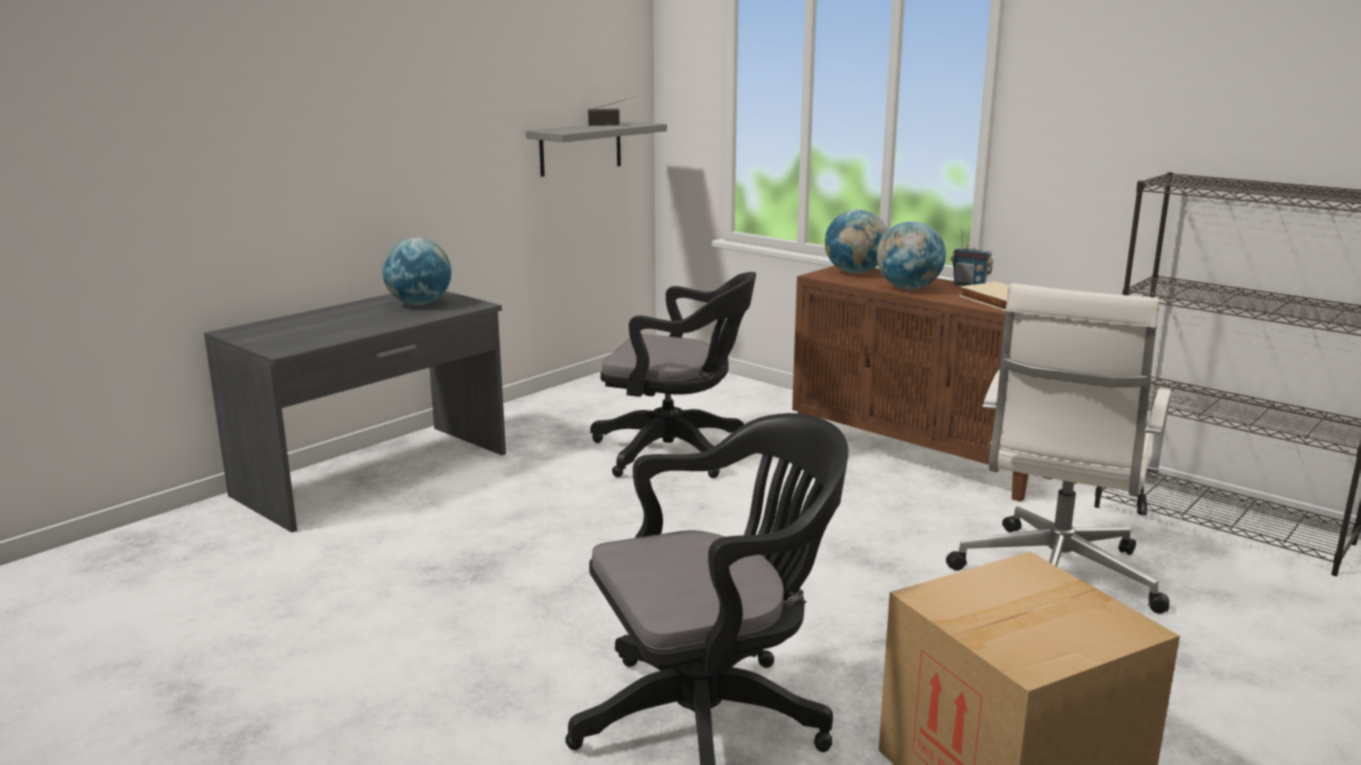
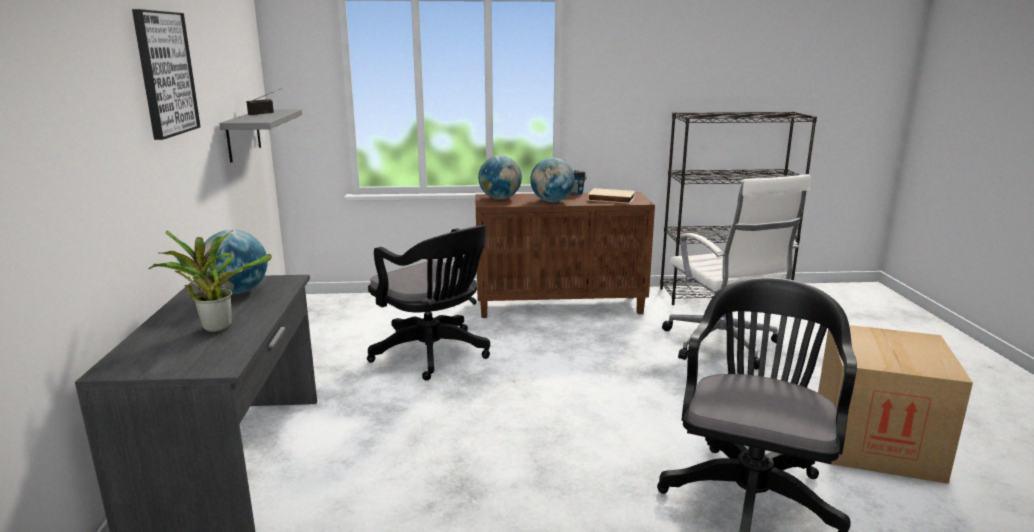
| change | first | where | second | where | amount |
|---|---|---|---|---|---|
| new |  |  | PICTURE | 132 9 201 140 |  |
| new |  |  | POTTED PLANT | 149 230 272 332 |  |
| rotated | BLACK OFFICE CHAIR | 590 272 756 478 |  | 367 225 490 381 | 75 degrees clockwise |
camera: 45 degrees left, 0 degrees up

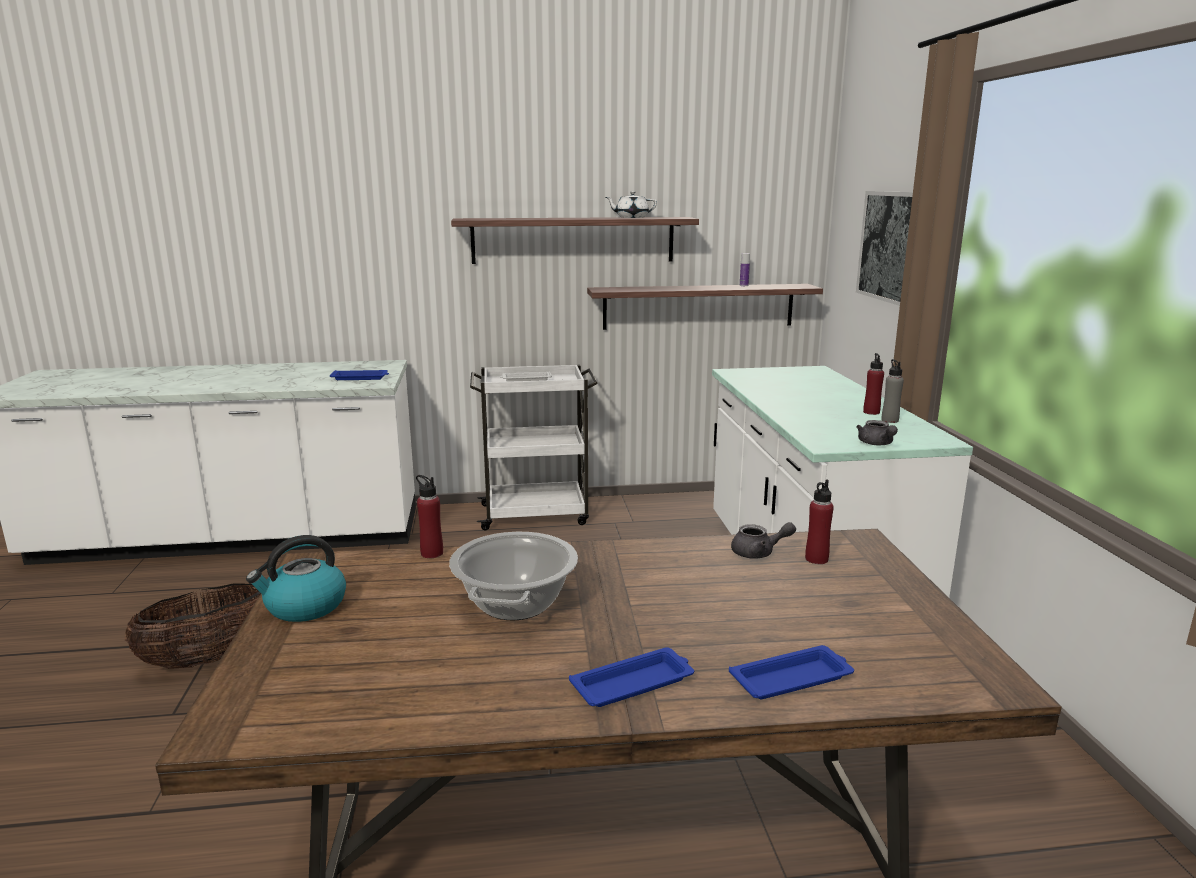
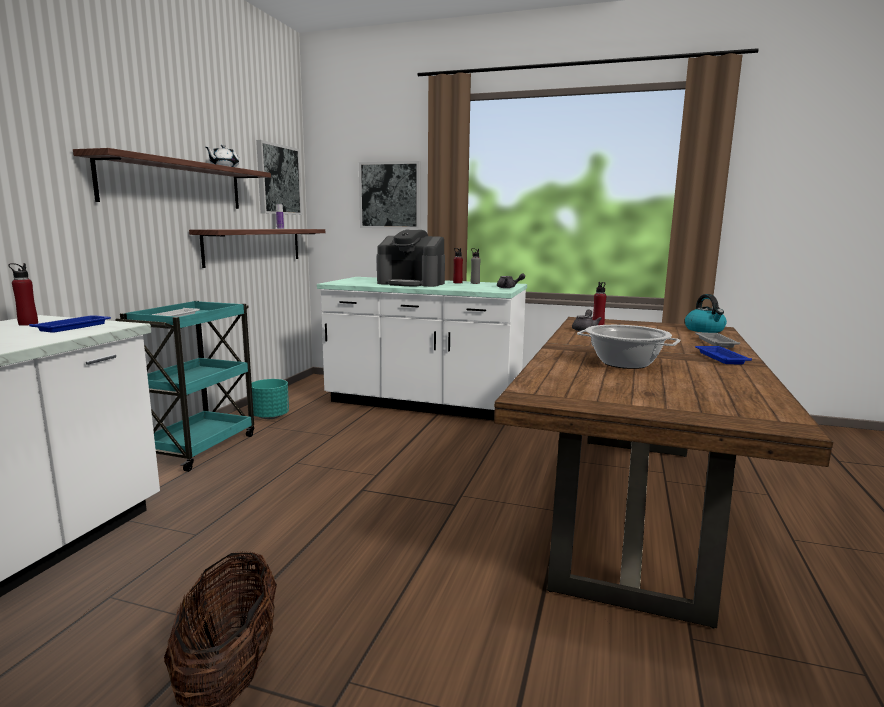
| change | first | where | second | where | amount |
|---|---|---|---|---|---|
| shifted | RED BOTTLE | 416 475 443 558 |  | 8 263 38 326 |  |
| repainted | WHITE CART | 470 365 598 530 | TURQUOISE CART | 115 301 254 472 |  |
| new |  |  | TURQUOISE PLANTER | 252 379 289 419 |  |
| new |  |  | PICTURE | 256 140 302 215 |  |
| new |  |  | COFFEE MACHINE | 377 230 445 287 |  |
| shifted | KETTLE | 246 535 346 622 |  | 685 294 727 333 |  |
| repainted | BLUE TRAY | 729 645 854 699 | GREY TRAY | 695 332 740 348 |  |
camera: 65 degrees left, 5 degrees down

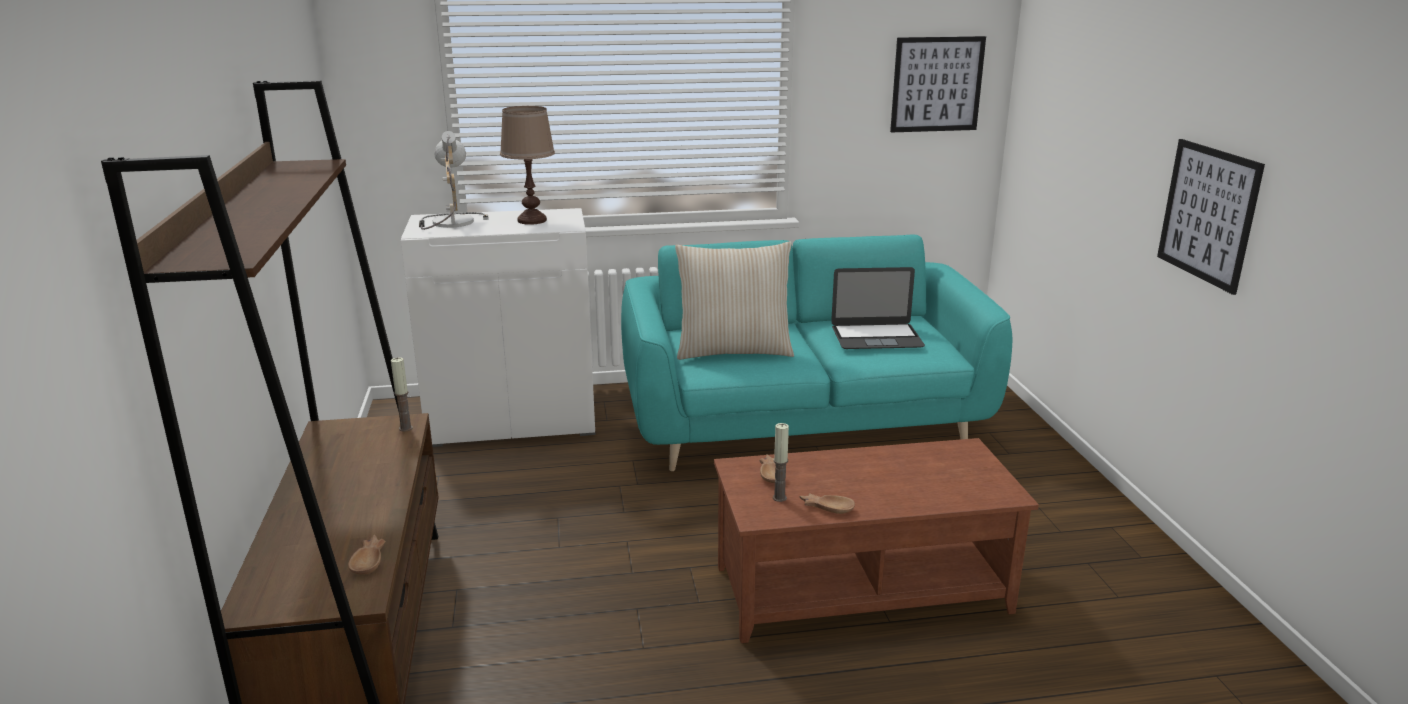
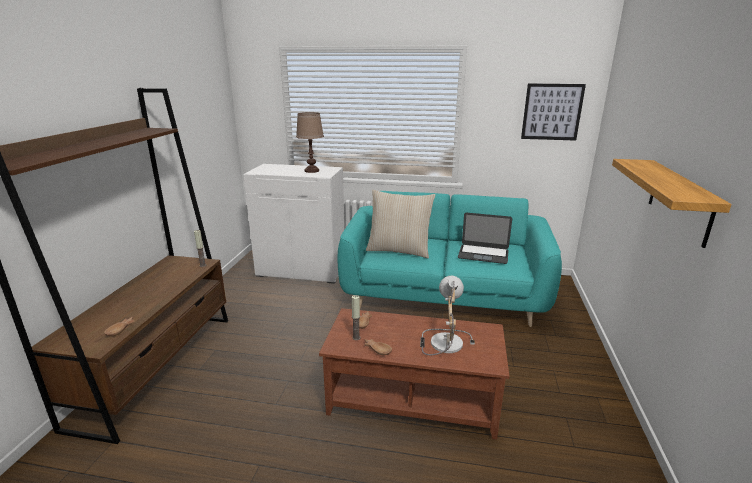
| change | first | where | second | where | amount |
|---|---|---|---|---|---|
| shifted | TABLE LAMP | 419 131 489 230 |  | 420 276 475 355 |  |
| swapped | PICTURE | 1157 139 1265 295 | SHELF | 612 159 732 248 |  |
camera: 20 degrees right, 0 degrees up

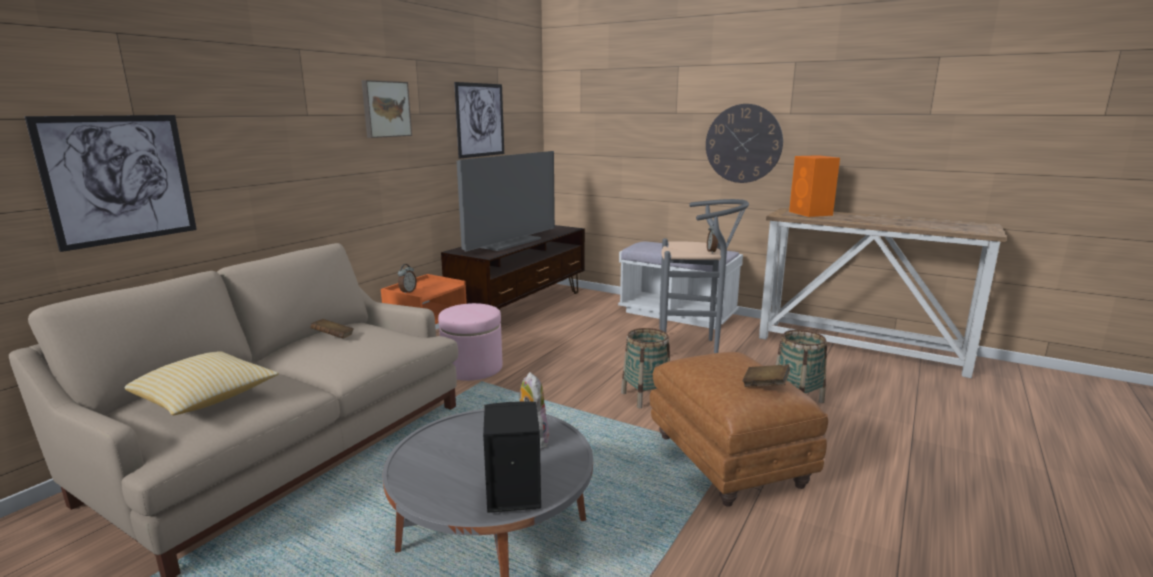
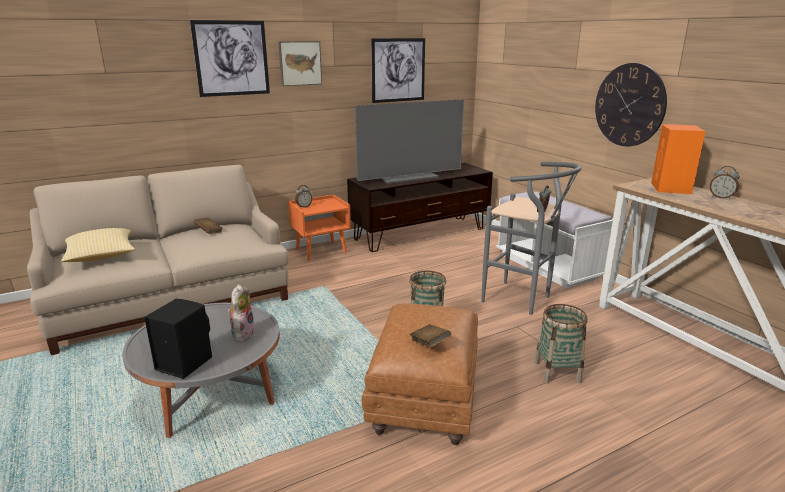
| change | first | where | second | where | amount |
|---|---|---|---|---|---|
| shifted | PICTURE | 25 115 197 252 |  | 190 20 270 97 |  |
| new |  |  | ALARM CLOCK | 710 166 740 200 |  |
| gone | PINK OTTOMAN | 438 303 503 381 |  |  |  |
camera: 30 degrees right, 5 degrees up

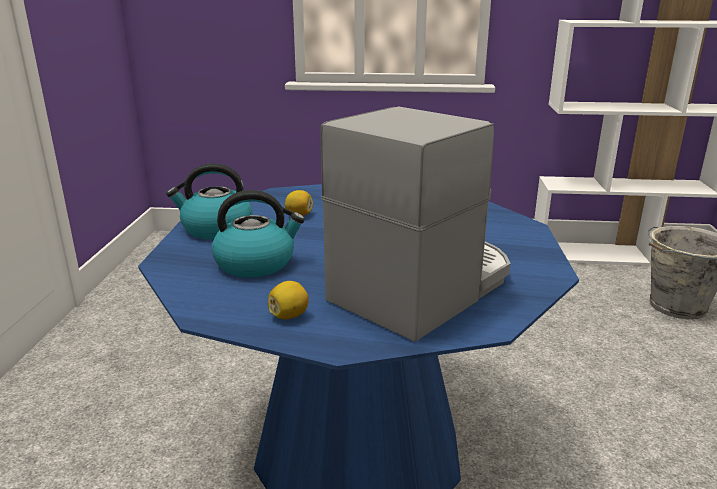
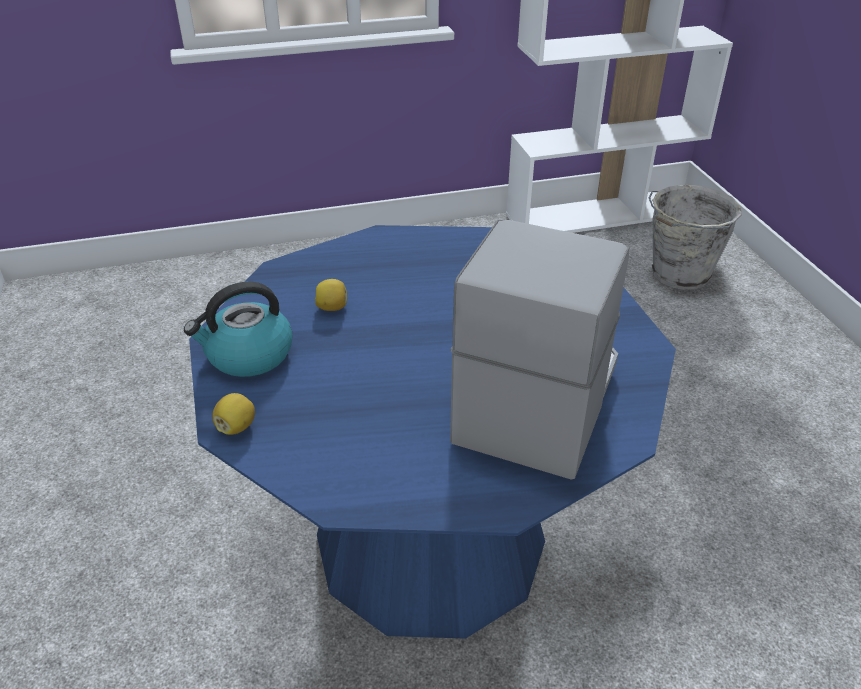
| change | first | where | second | where | amount |
|---|---|---|---|---|---|
| shifted | LEMON | 268 281 309 319 |  | 213 393 255 435 |  |
| gone | KETTLE | 212 190 305 277 |  |  |  |
camera: 20 degrees left, 15 degrees up

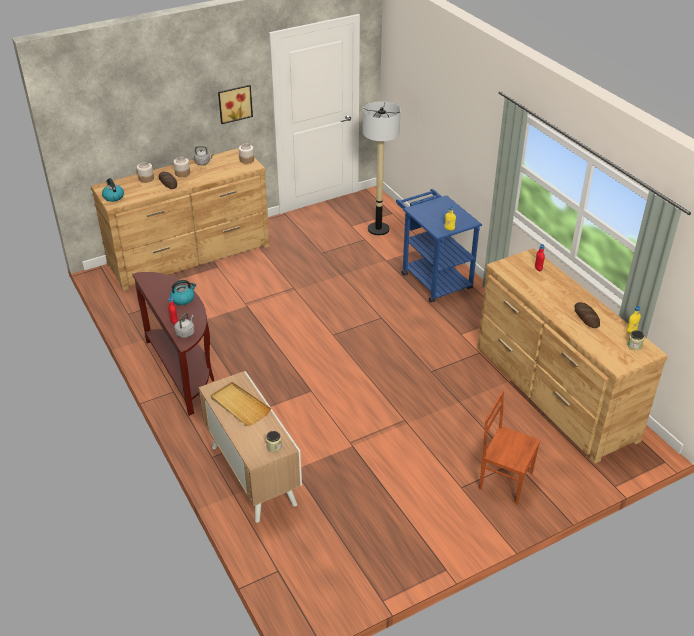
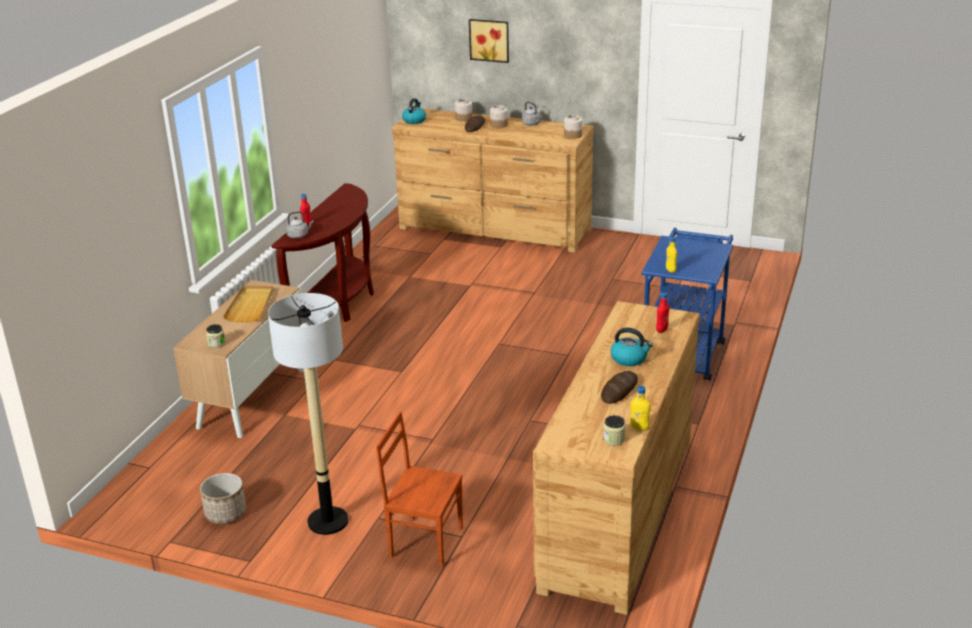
| change | first | where | second | where | amount |
|---|---|---|---|---|---|
| new |  |  | PLANTER | 200 473 246 524 |  |
| shifted | FLOOR LAMP | 363 101 401 235 |  | 268 293 348 535 |  |
| rotated | BROWN CHAIR | 479 391 540 504 |  | 376 411 463 567 | 60 degrees counterclockwise |
| shifted | PICTURE | 218 85 253 124 |  | 469 19 509 63 |  |
| shifted | KETTLE | 170 280 196 305 |  | 611 328 653 366 |  |
camera: 50 degrees right, 10 degrees down

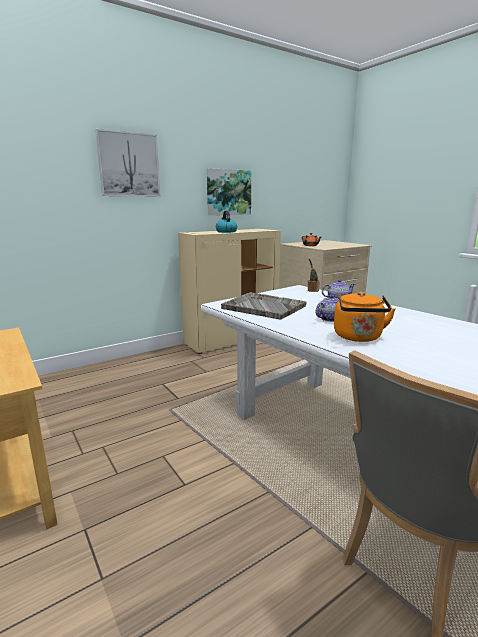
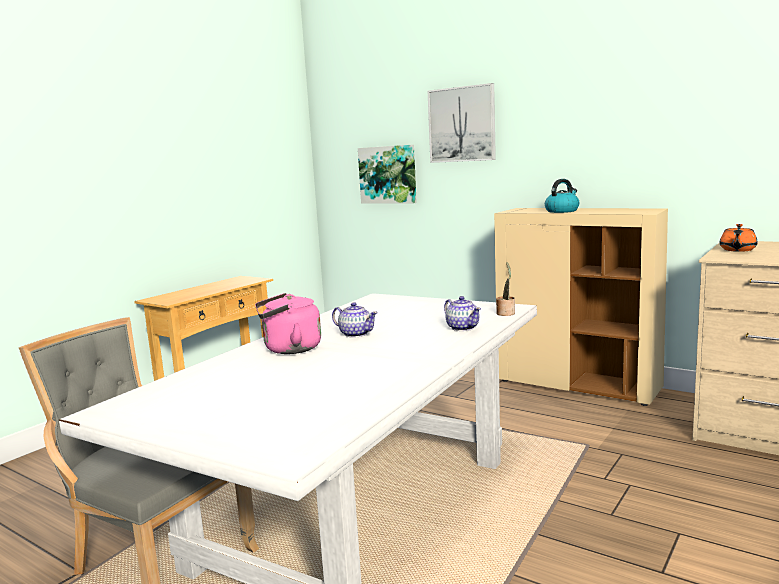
| change | first | where | second | where | amount |
|---|---|---|---|---|---|
| repainted | ORANGE KETTLE | 334 291 396 342 | PINK KETTLE | 255 293 321 354 |  |
| shifted | PICTURE | 207 168 251 215 |  | 358 145 417 203 |  |
| gone | GREY TRAY | 221 292 307 319 |  |  |  |
camera: 70 degrees right, 5 degrees down

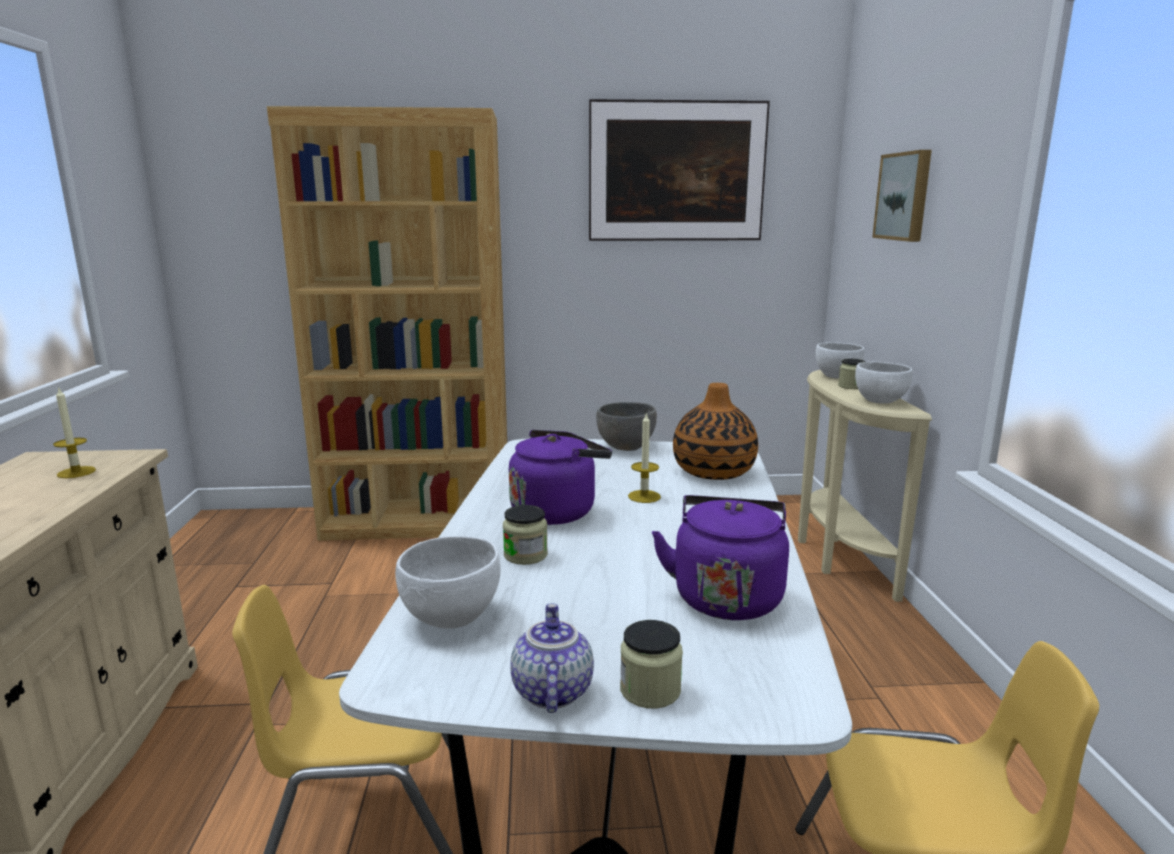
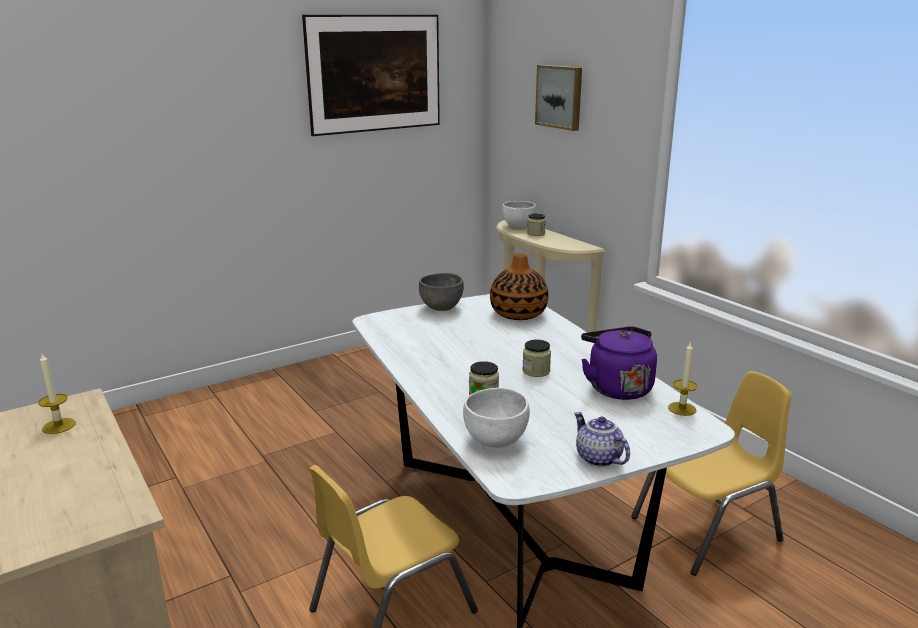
| change | first | where | second | where | amount |
|---|---|---|---|---|---|
| shifted | JAR | 620 620 683 709 |  | 522 339 551 377 |  |
| shifted | CANDLE | 628 412 661 503 |  | 668 341 697 416 |  |
| gone | BROWN BOOKCASE | 267 106 507 541 |  |  |  |
| gone | PURPLE KETTLE | 509 430 612 525 |  |  |  |
| gone | WHITE BOWL | 855 362 913 404 |  |  |  |
camera: 30 degrees left, 5 degrees up

